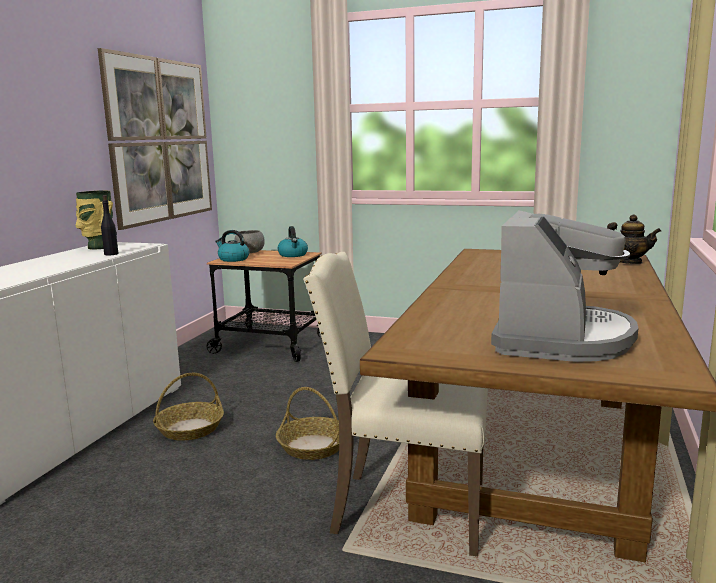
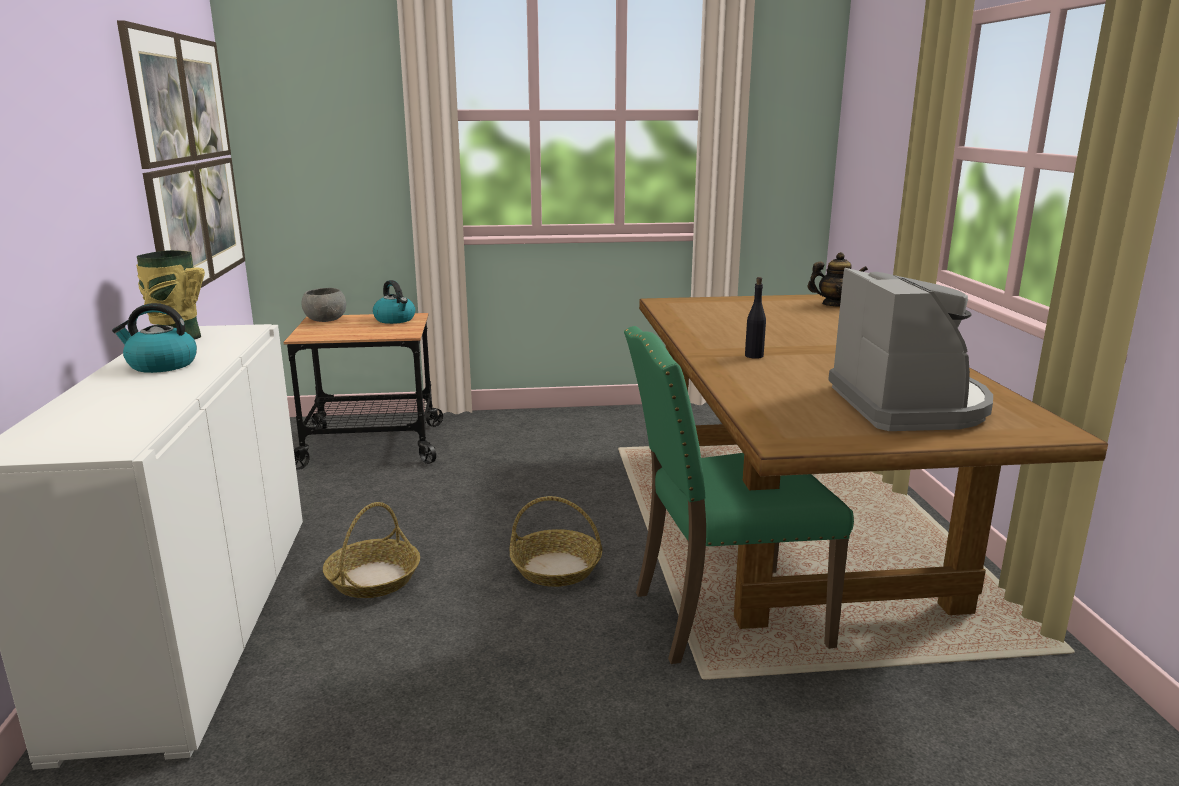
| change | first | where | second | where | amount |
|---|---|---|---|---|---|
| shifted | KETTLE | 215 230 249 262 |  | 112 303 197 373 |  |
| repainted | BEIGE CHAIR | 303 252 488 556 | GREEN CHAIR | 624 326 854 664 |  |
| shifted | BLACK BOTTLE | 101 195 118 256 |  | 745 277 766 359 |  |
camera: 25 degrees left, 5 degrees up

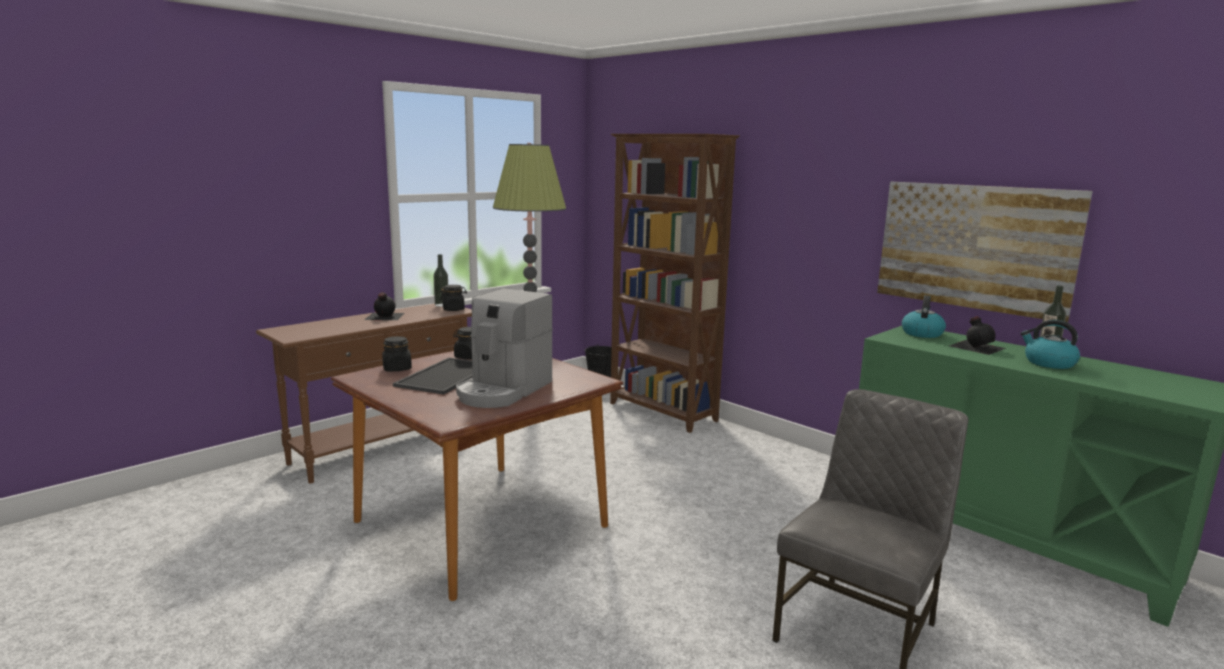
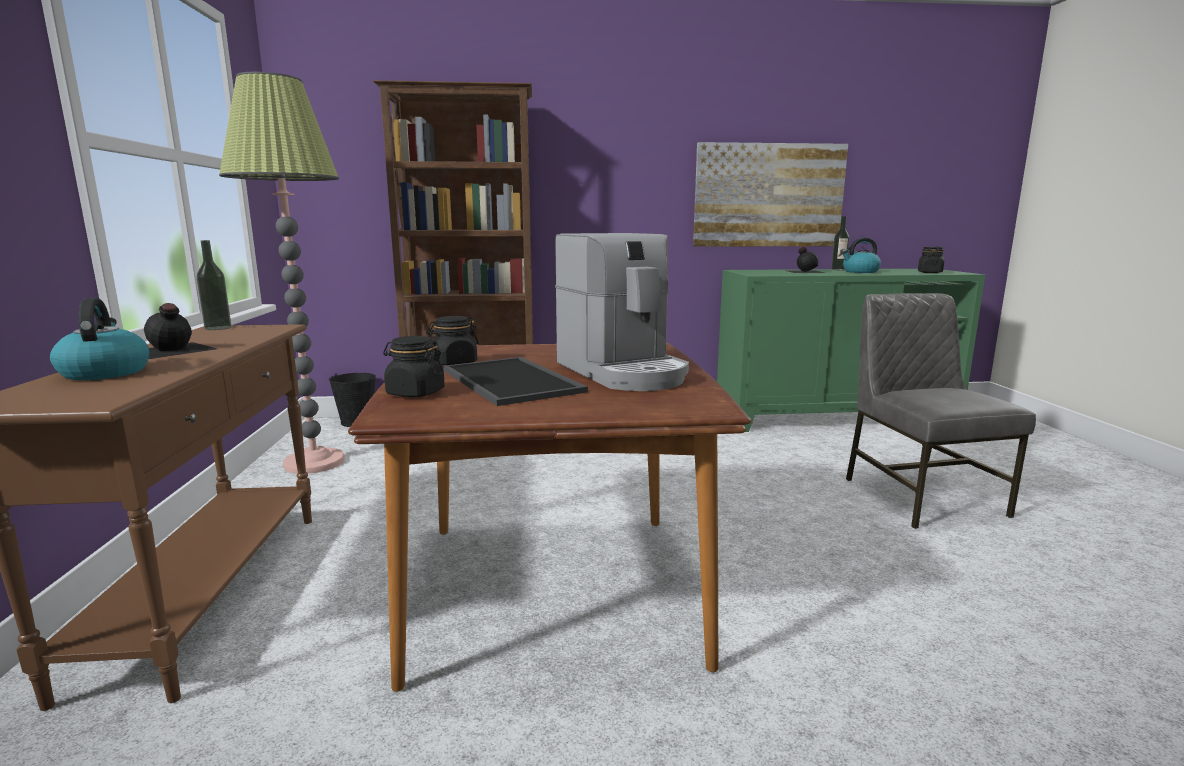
| change | first | where | second | where | amount |
|---|---|---|---|---|---|
| shifted | KETTLE | 902 295 946 338 |  | 50 298 149 380 |  |
| shifted | BLACK JAR | 440 285 467 311 |  | 918 246 944 273 |  |
camera: 50 degrees left, 0 degrees up

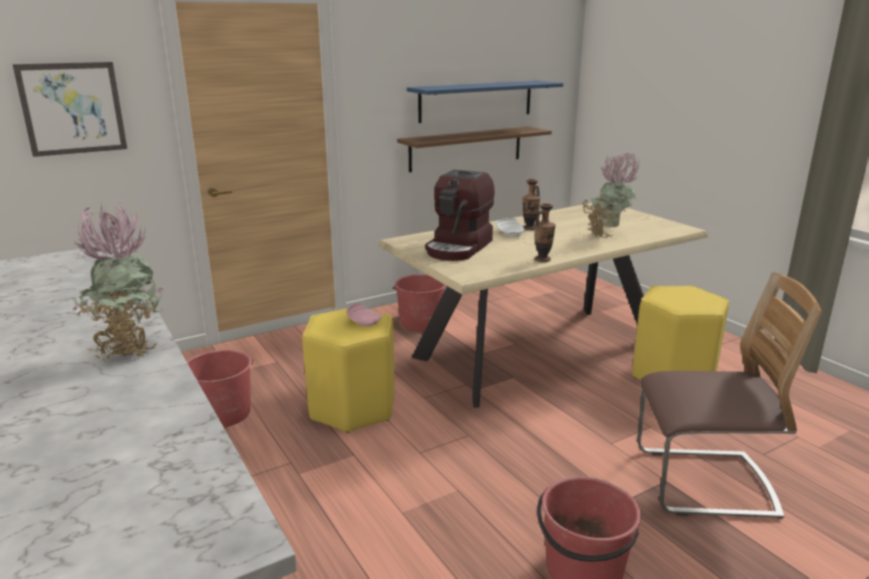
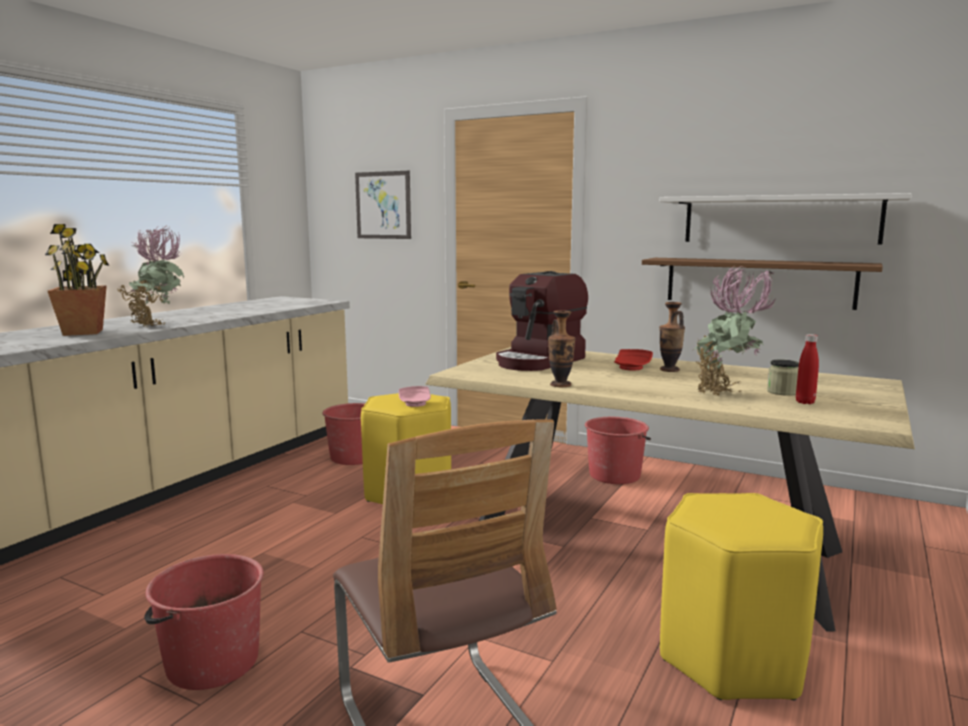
| change | first | where | second | where | amount |
|---|---|---|---|---|---|
| new |  |  | POTTED PLANT | 45 224 109 336 |  |
| rotated | COFFEE MACHINE | 425 170 495 261 |  | 496 271 588 371 | 45 degrees counterclockwise |
| repainted | WHITE PLATE | 496 218 525 237 | RED PLATE | 614 349 653 371 |  |
| repainted | BLUE SHELF | 407 81 563 123 | WHITE SHELF | 660 193 912 245 |  |
| new |  |  | RED BOTTLE | 796 334 819 404 |  |
camera: 60 degrees right, 10 degrees down

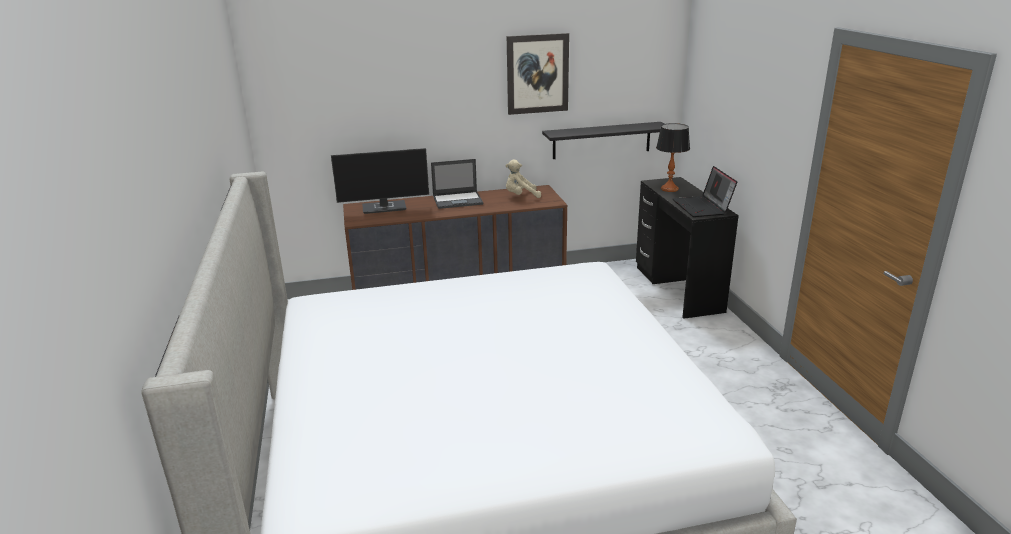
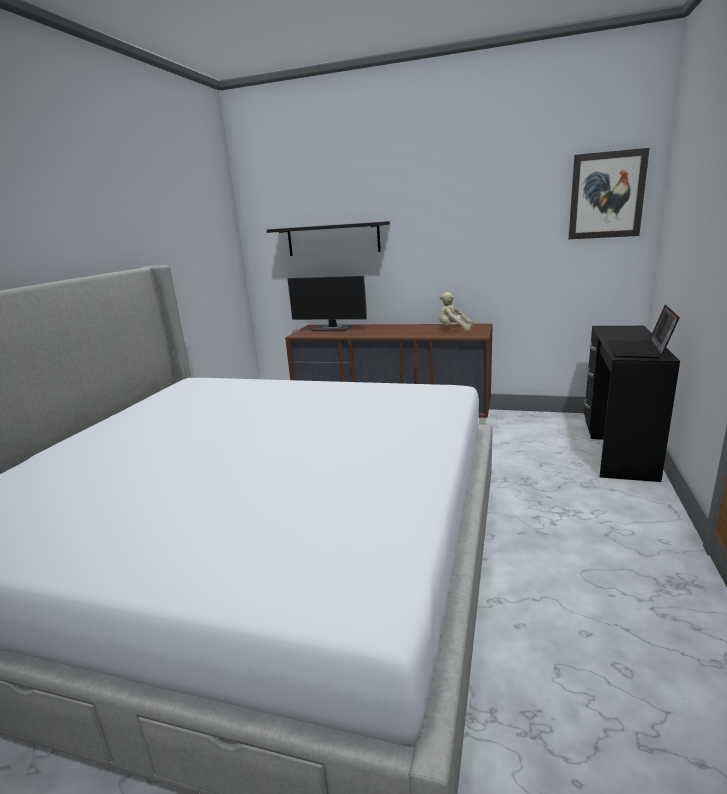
| change | first | where | second | where | amount |
|---|---|---|---|---|---|
| shifted | BLACK SHELF | 542 122 664 159 |  | 267 221 390 256 |  |
| shifted | PICTURE | 507 33 569 115 |  | 568 148 650 239 |  |
| gone | LAPTOP | 431 159 483 209 |  |  |  |
| gone | TABLE LAMP | 656 123 690 192 |  |  |  |
camera: 30 degrees right, 5 degrees down

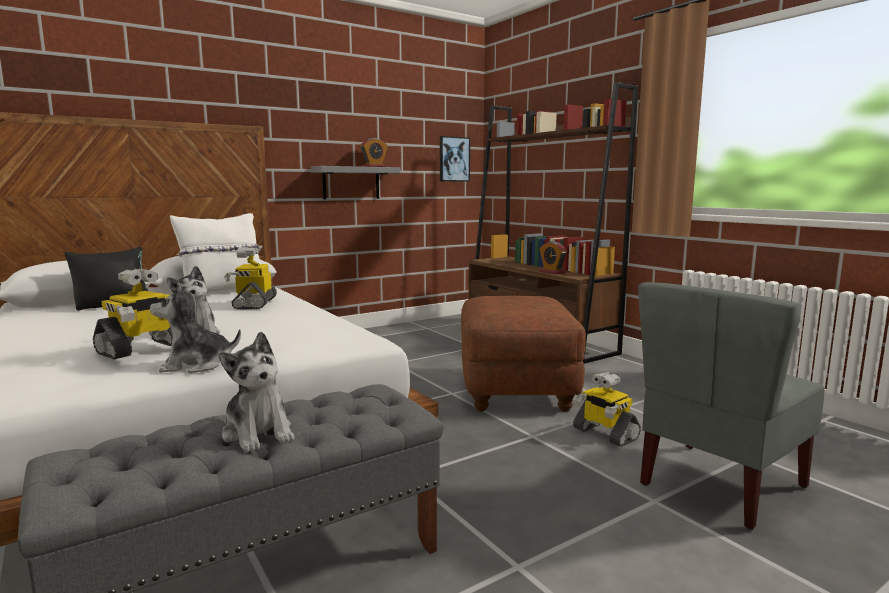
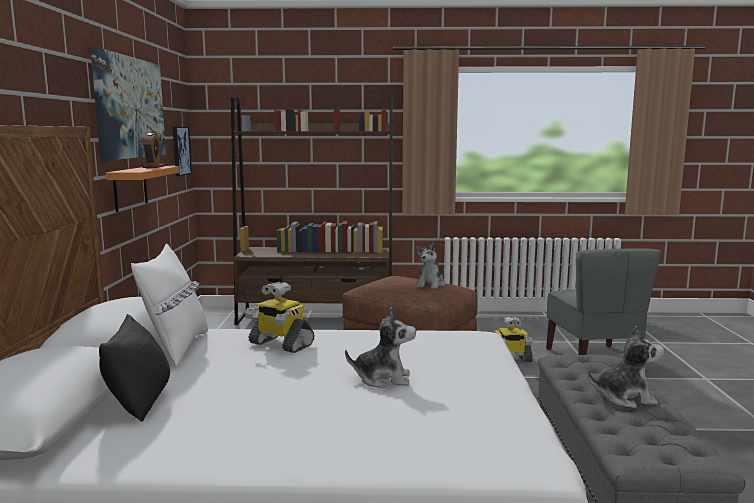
| change | first | where | second | where | amount |
|---|---|---|---|---|---|
| new |  |  | PICTURE | 90 47 166 161 |  |
| repainted | GREY SHELF | 311 166 401 200 | ORANGE SHELF | 106 166 179 212 |  |
| shifted | PLUSH TOY | 150 282 241 373 |  | 416 242 445 289 |  |
| gone | TOY ROBOT | 93 269 173 359 |  |  |  |
| gone | ALARM CLOCK | 539 241 567 274 |  |  |  |
camera: 55 degrees left, 0 degrees up

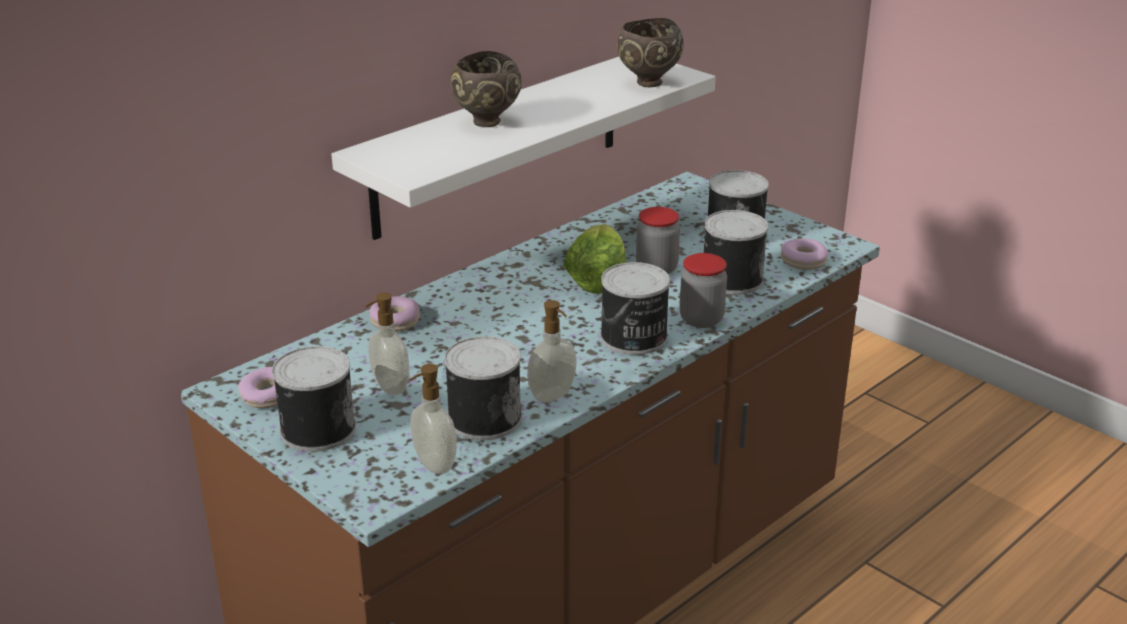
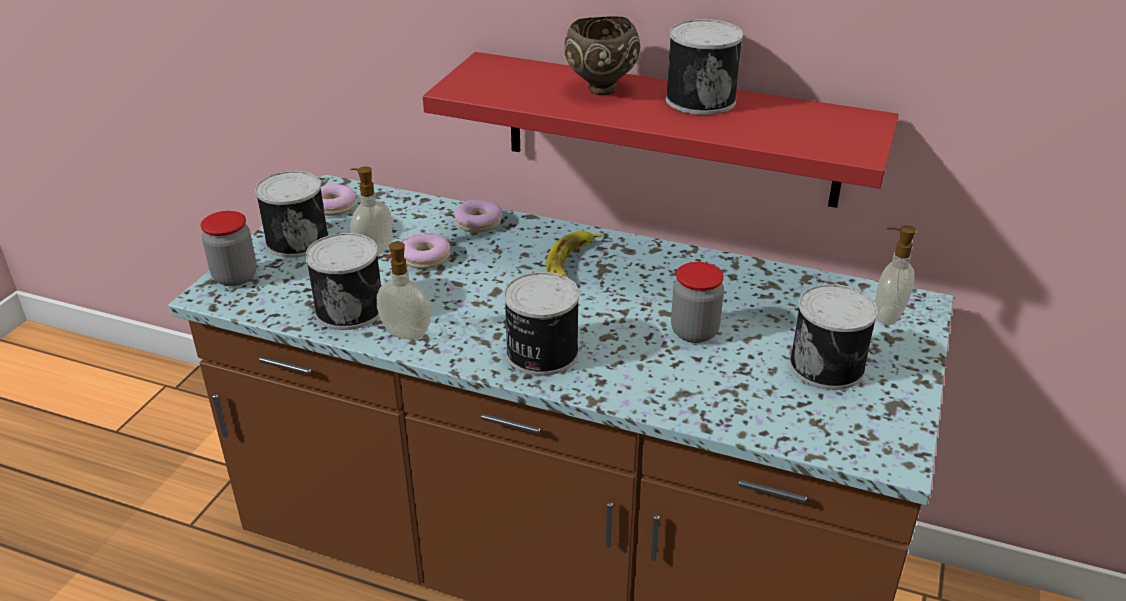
| change | first | where | second | where | amount |
|---|---|---|---|---|---|
| shifted | JAR | 679 253 727 328 |  | 201 211 257 286 |  |
| shifted | DONUT | 781 239 828 270 |  | 403 233 450 269 |  |
| repainted | WHITE SHELF | 331 57 716 240 | RED SHELF | 423 52 899 208 |  |
| new |  |  | BANANA | 546 231 602 278 |  |
| shifted | CAN | 704 210 768 295 |  | 666 19 743 115 |  |
| shifted | SOAP DISPENSER | 409 364 457 474 |  | 875 225 916 325 |  |
| gone | LETTUCE | 563 224 626 294 |  |  |  |
| gone | BROWN BOWL | 617 18 684 87 |  |  |  |
camera: 65 degrees right, 5 degrees up

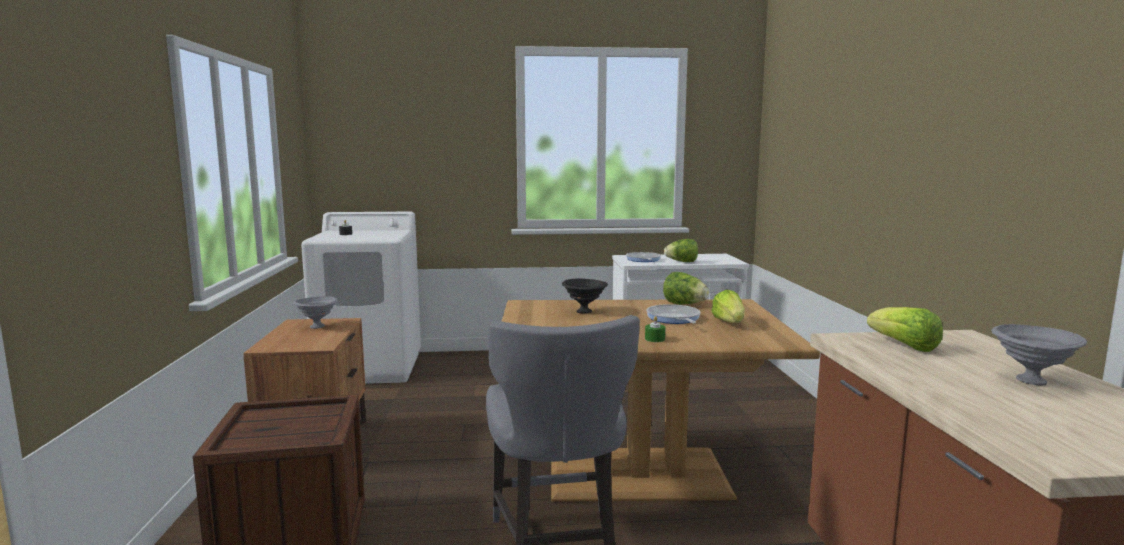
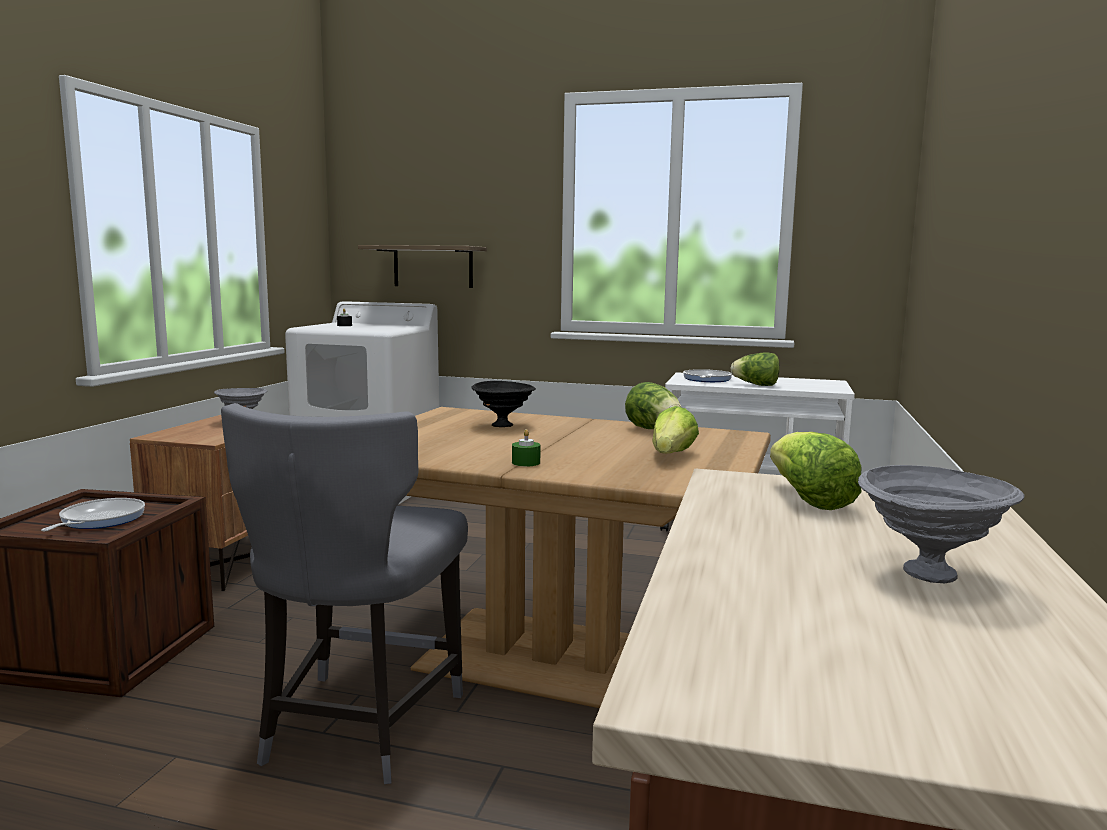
| change | first | where | second | where | amount |
|---|---|---|---|---|---|
| shifted | FRYING PAN | 646 304 701 324 |  | 41 498 145 531 |  |
| new |  |  | SHELF | 358 245 487 288 |  |
camera: 20 degrees right, 0 degrees up

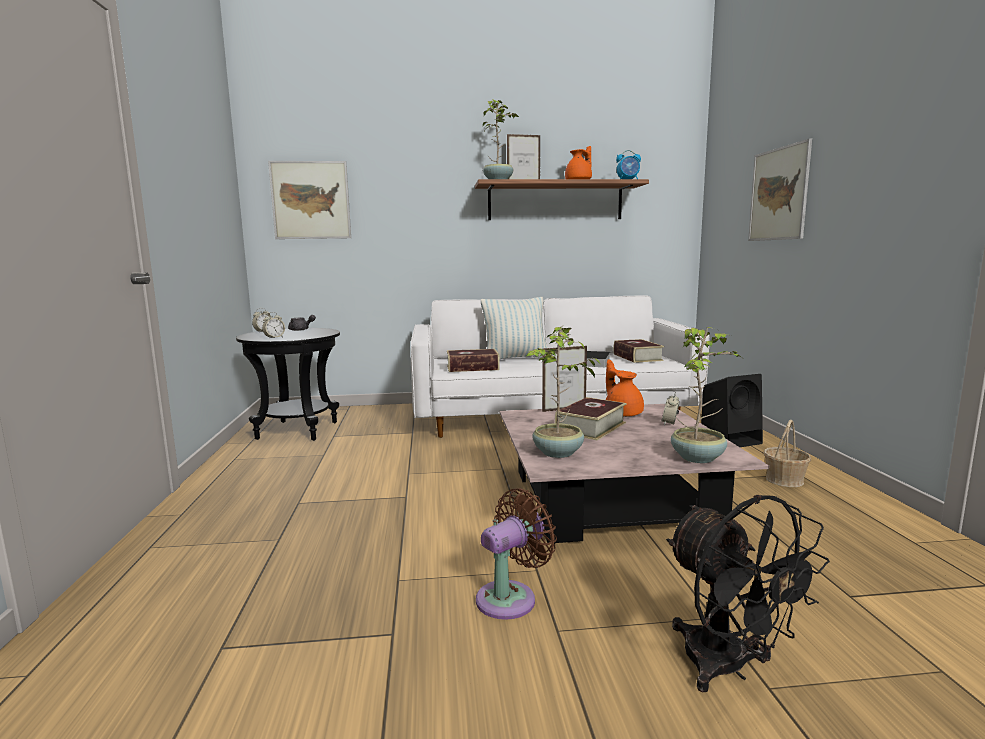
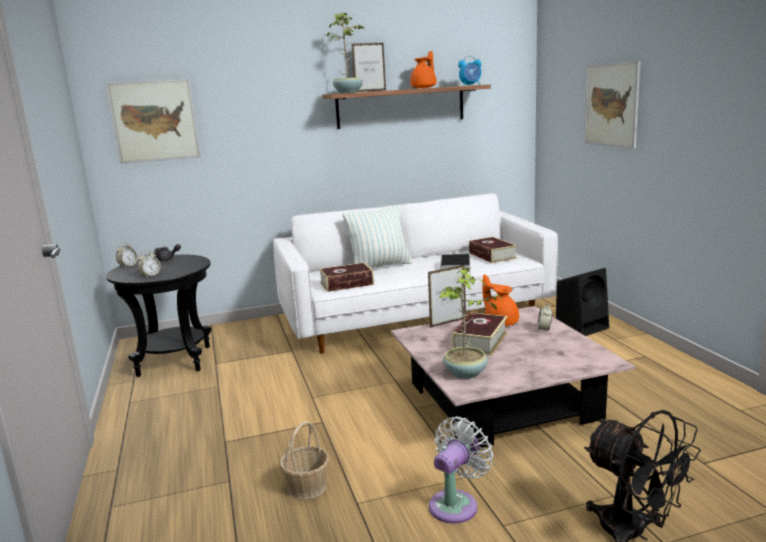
| change | first | where | second | where | amount |
|---|---|---|---|---|---|
| shifted | BASKET | 764 420 811 487 |  | 280 421 329 500 |  |
| repainted | BROWN FAN | 476 488 557 620 | WHITE FAN | 429 416 493 524 |  |
| gone | POTTED PLANT | 671 327 741 463 |  |  |  |
camera: 10 degrees left, 5 degrees up

